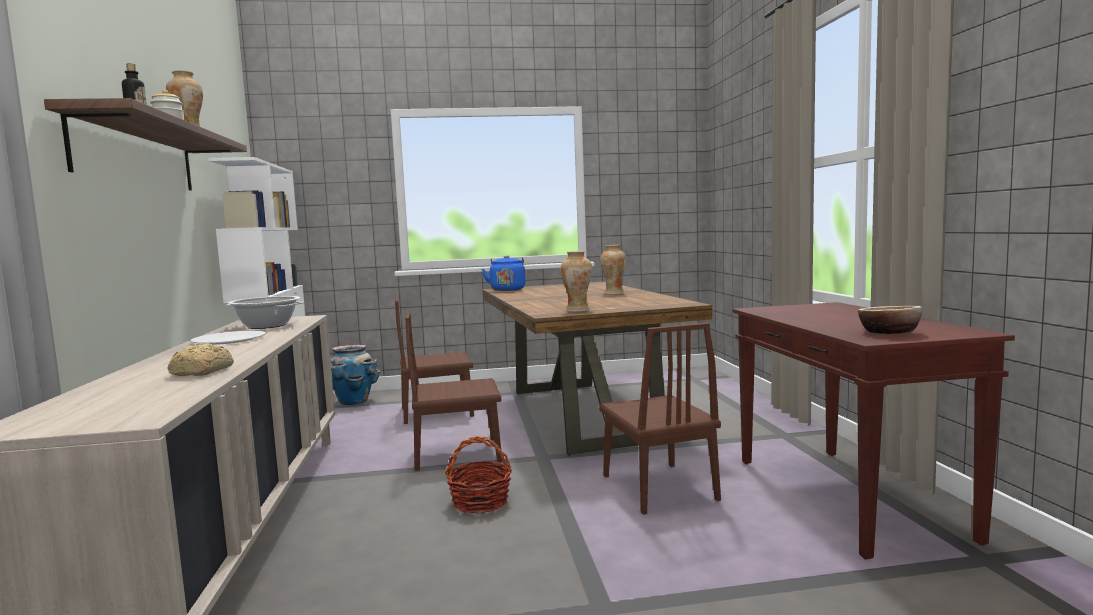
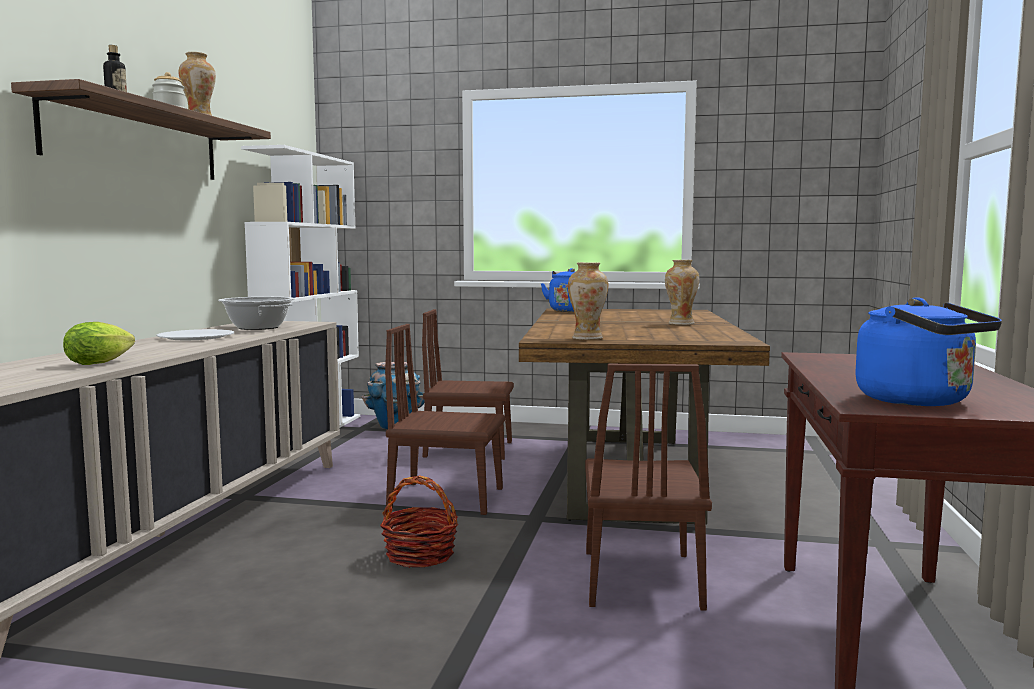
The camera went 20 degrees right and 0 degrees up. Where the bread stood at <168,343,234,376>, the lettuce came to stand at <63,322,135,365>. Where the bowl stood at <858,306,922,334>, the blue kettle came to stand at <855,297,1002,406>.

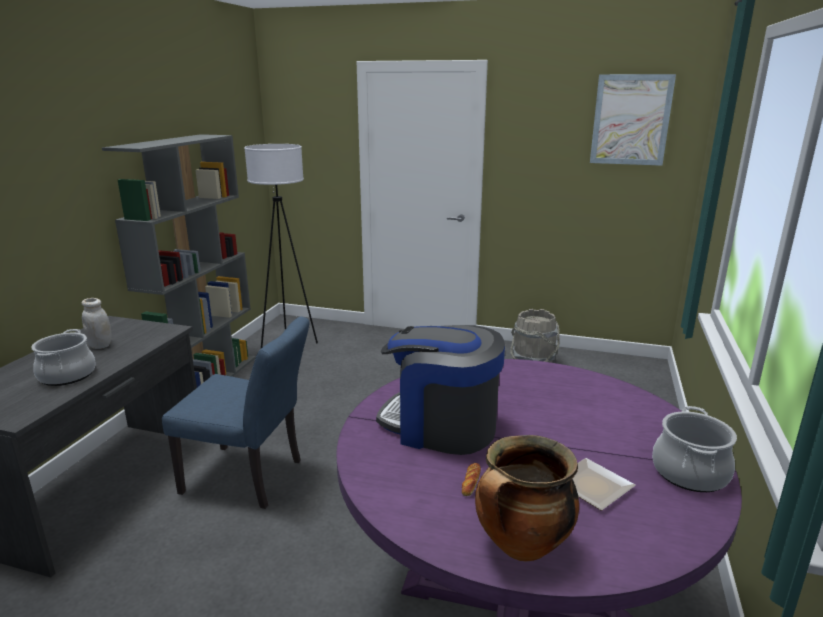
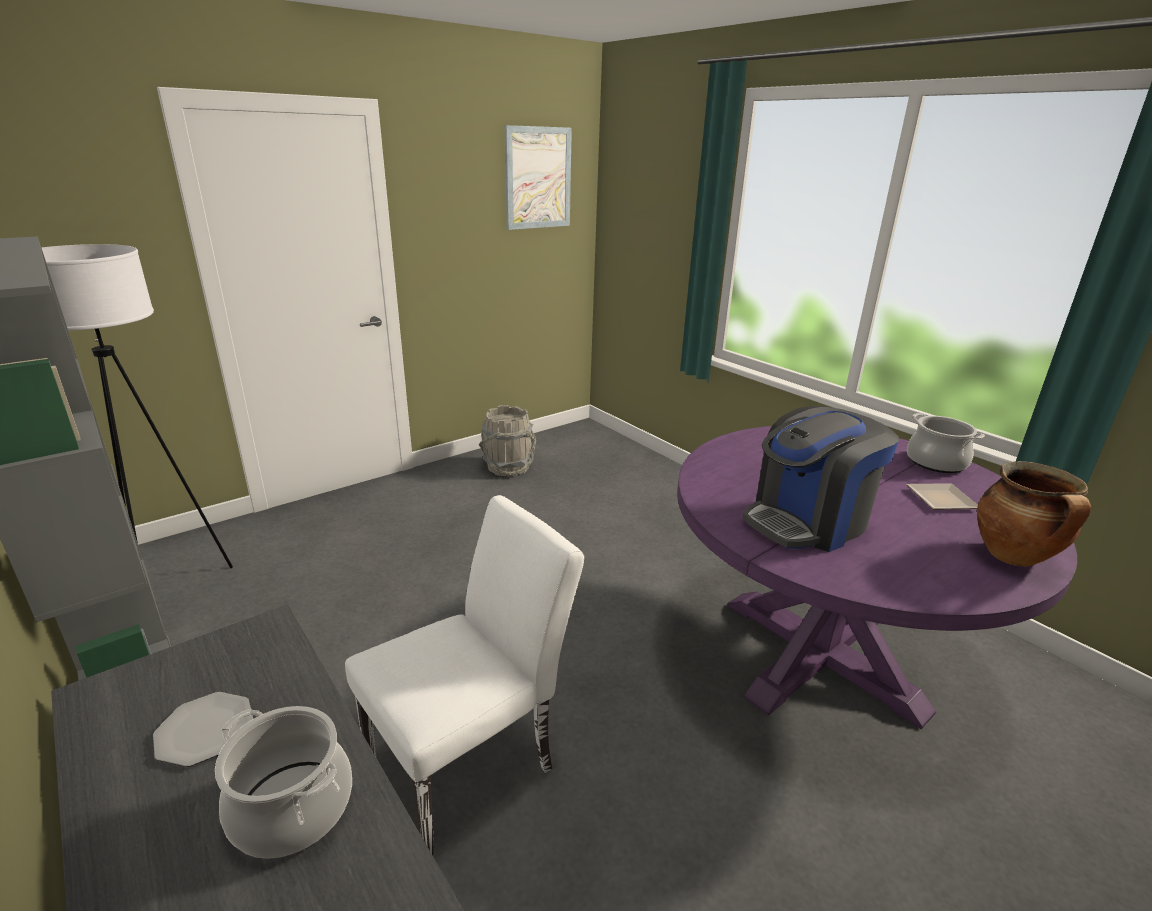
The camera went 55 degrees left and 5 degrees up. Where the white jar stood at <82,298,112,349>, the plate came to stand at <153,692,253,767>. What was the blue chair at <162,316,310,509> turned into the white chair at <345,495,584,856>. The second view lost the bread at <462,463,481,496>.

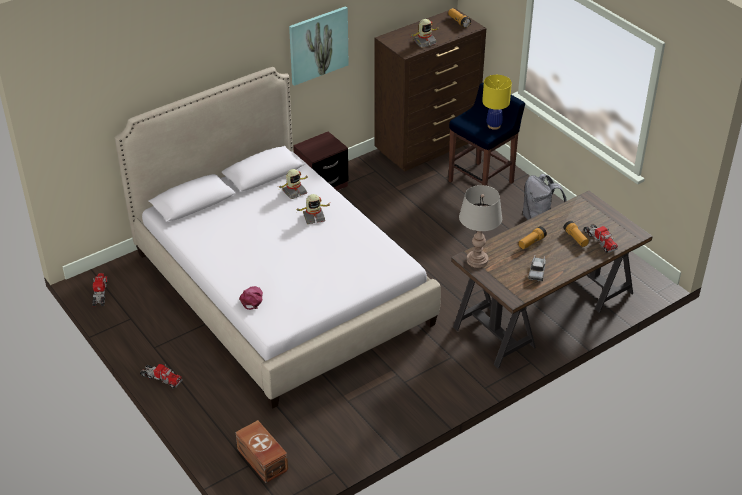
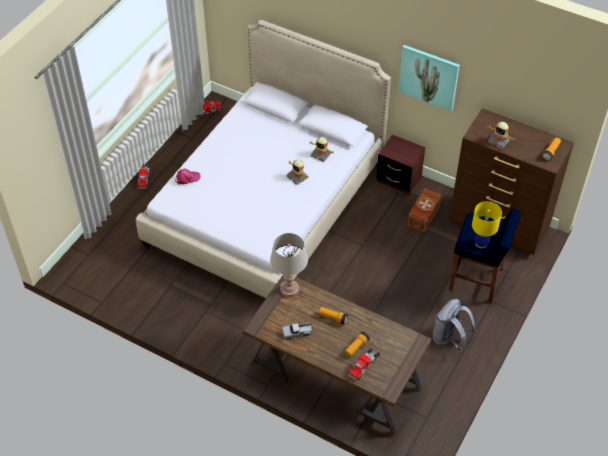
The camera went 65 degrees right and 10 degrees up. The brown storage box ended up elsewhere, having gone from <236,420,288,483> to <408,189,442,232>.

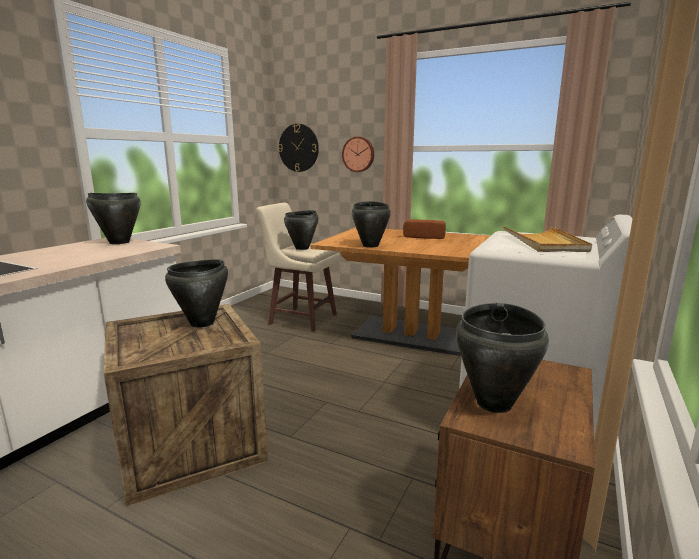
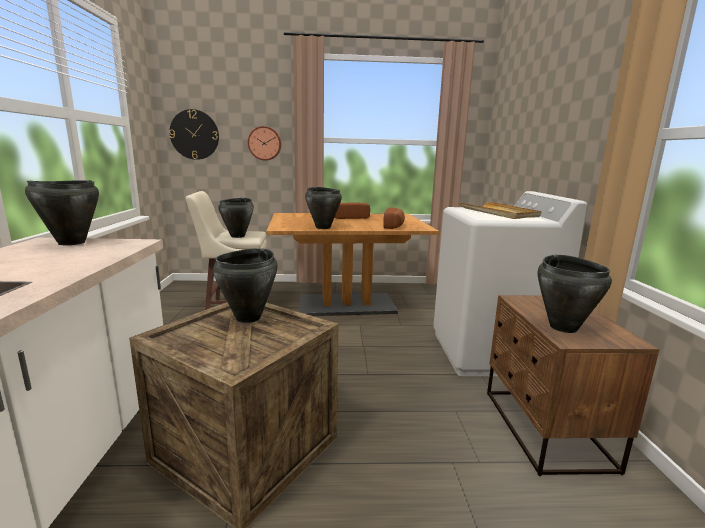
The camera went 30 degrees left and 0 degrees up. The second view gained the bread at <383,207,405,229>.

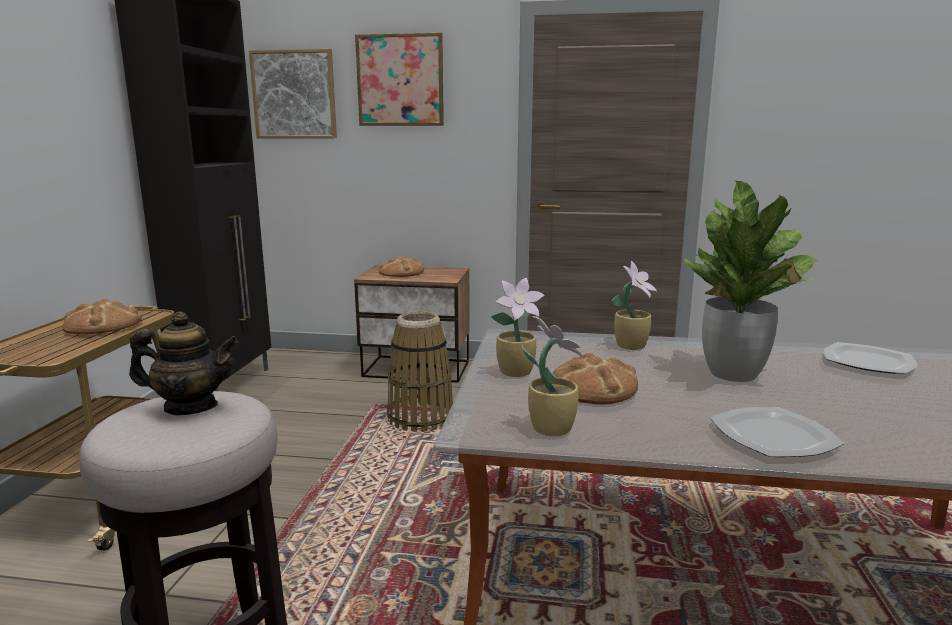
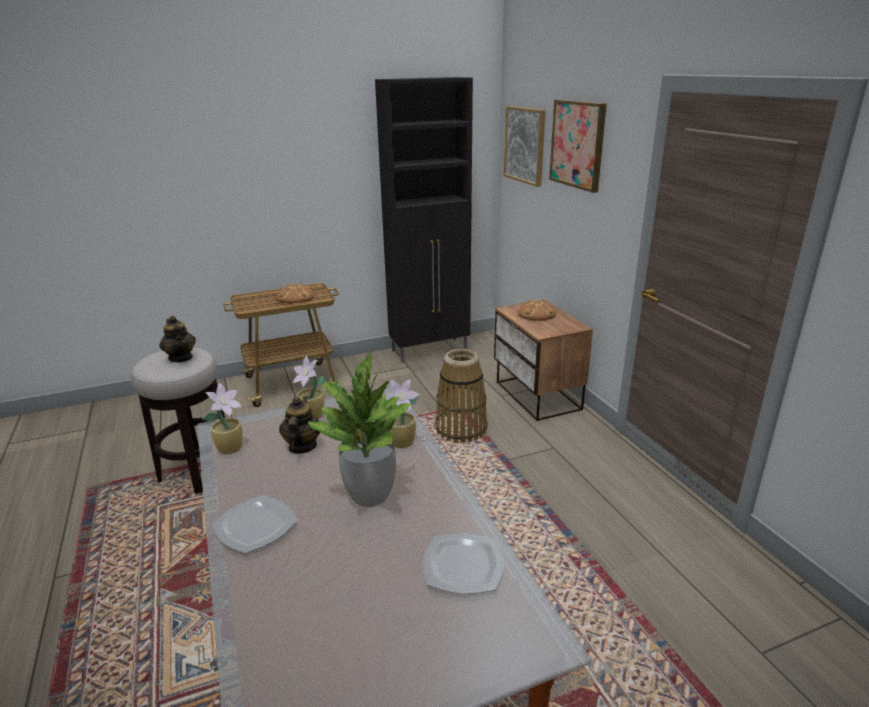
The camera went 60 degrees right and 10 degrees up. Where the bread stood at <553,353,638,404>, the teapot came to stand at <279,396,321,454>.

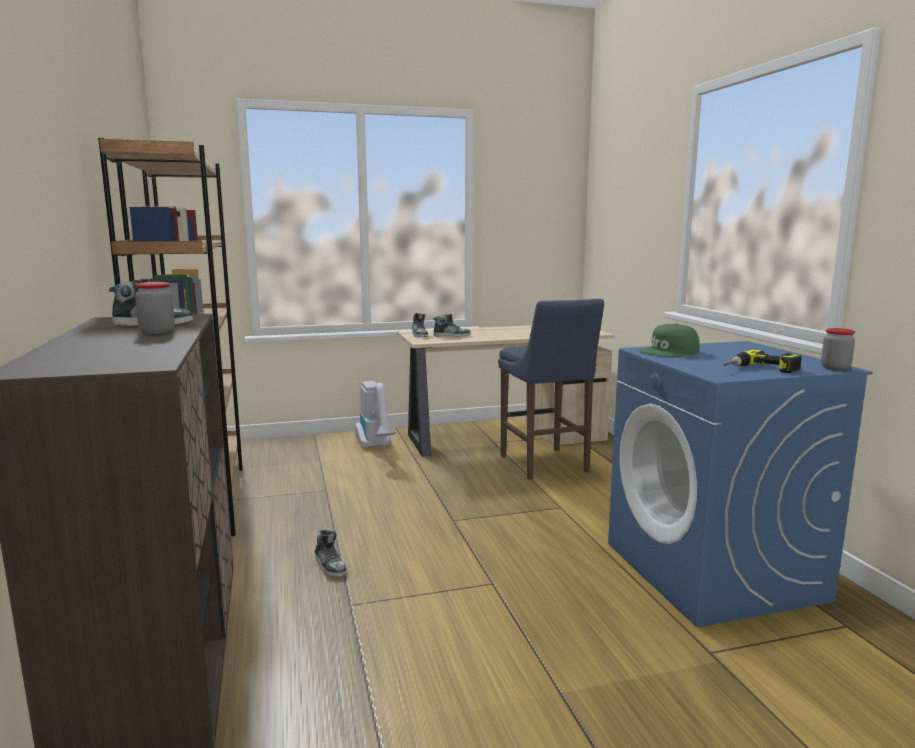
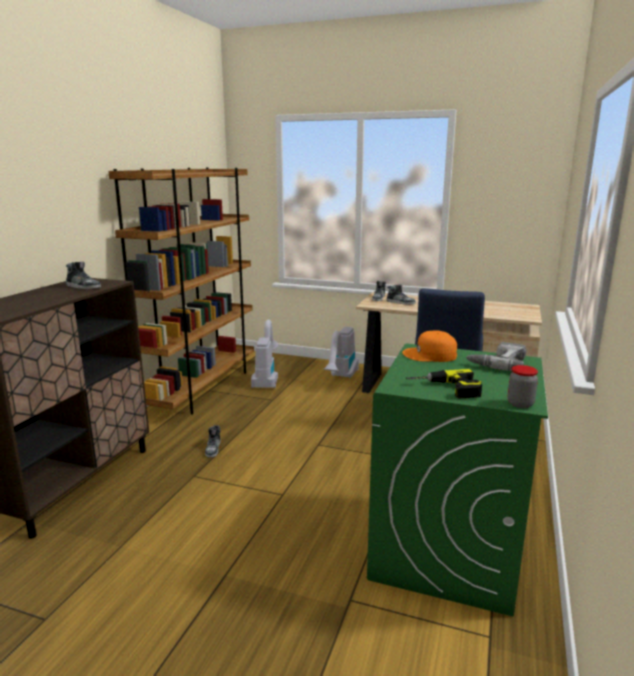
The camera went 35 degrees right and 5 degrees up. The second view lost the jar at <135,282,175,334>. What was the blue washing machine at <608,341,873,627> turned into the green washing machine at <367,343,548,617>. What was the green cap at <638,324,700,357> turned into the orange cap at <402,330,457,362>. The second view gained the vacuum cleaner at <251,320,278,388>. The second view gained the power drill at <466,342,526,371>.

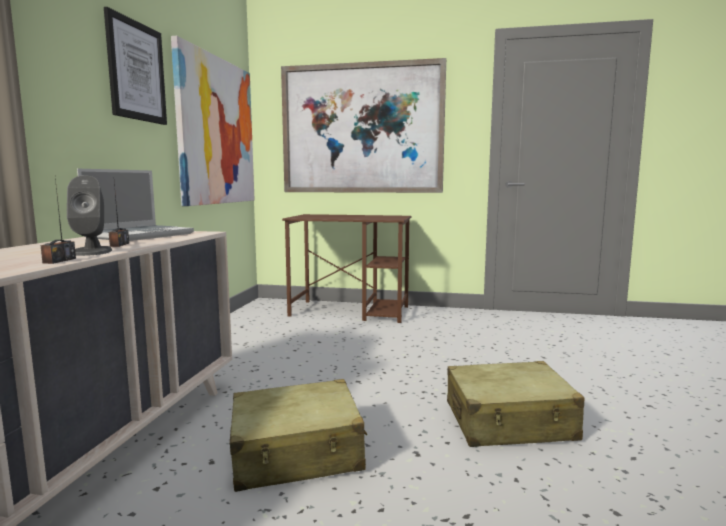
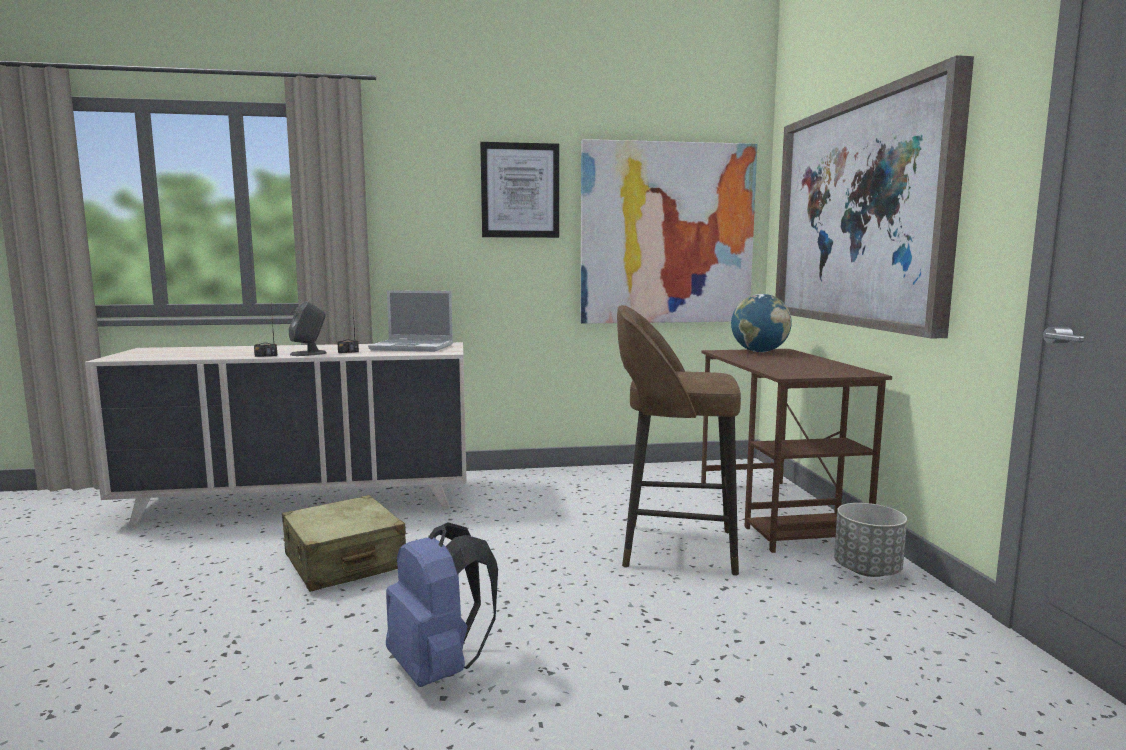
The camera went 70 degrees right and 0 degrees up. Where the beige suitcase stood at <447,361,585,447>, the blue backpack came to stand at <386,522,498,687>. The second view gained the brown stool at <617,305,741,576>. The second view gained the globe at <731,294,792,352>. The second view gained the grey planter at <834,503,907,577>.

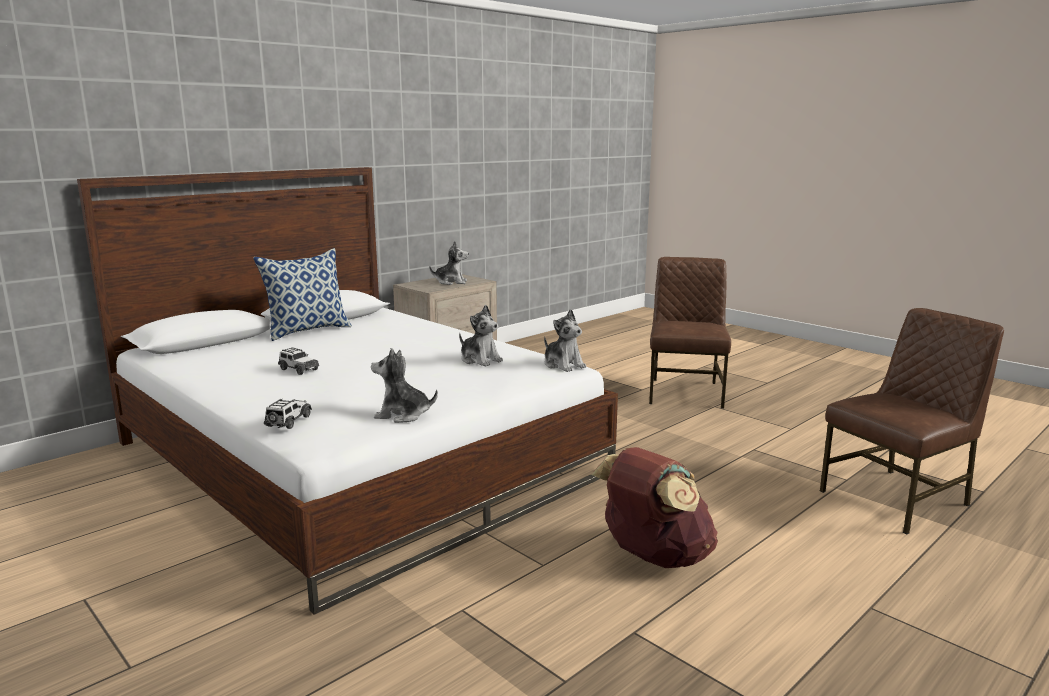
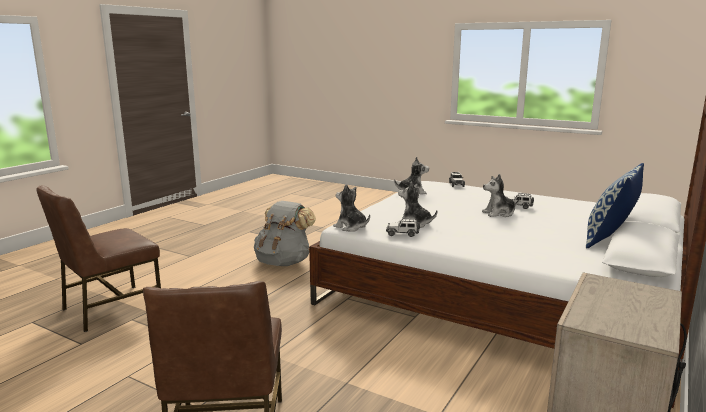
The camera went 165 degrees right and 0 degrees up. The plush toy ended up elsewhere, having gone from <429,241,469,285> to <482,174,520,217>. What was the brown backpack at <591,447,718,568> turned into the grey backpack at <254,201,316,266>. The second view gained the toy car at <386,218,420,237>.

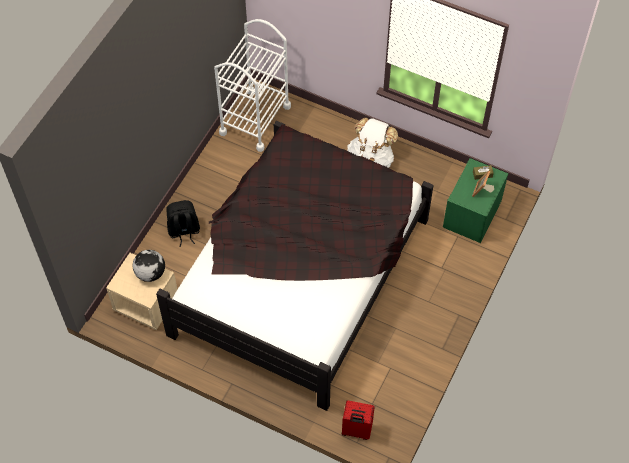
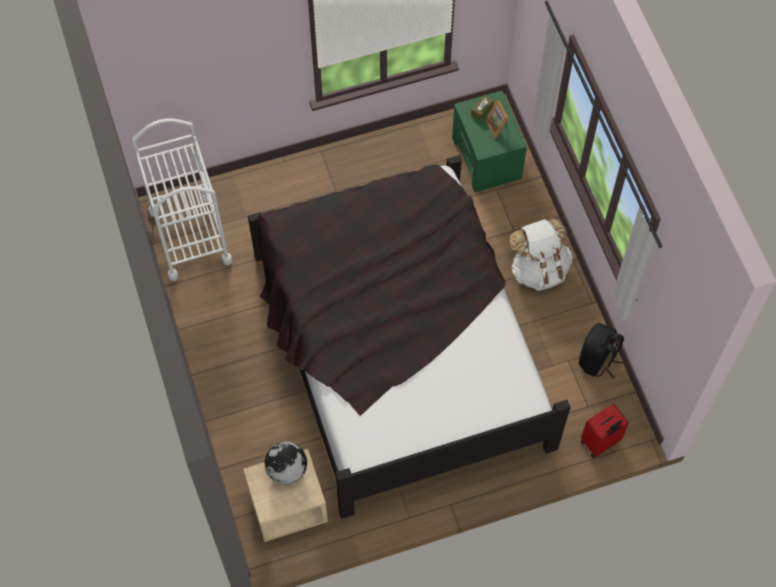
The camera went 45 degrees left and 5 degrees up. The black backpack ended up elsewhere, having gone from <166,200,200,247> to <579,323,624,378>. The white backpack ended up elsewhere, having gone from <347,118,398,168> to <509,218,573,291>.

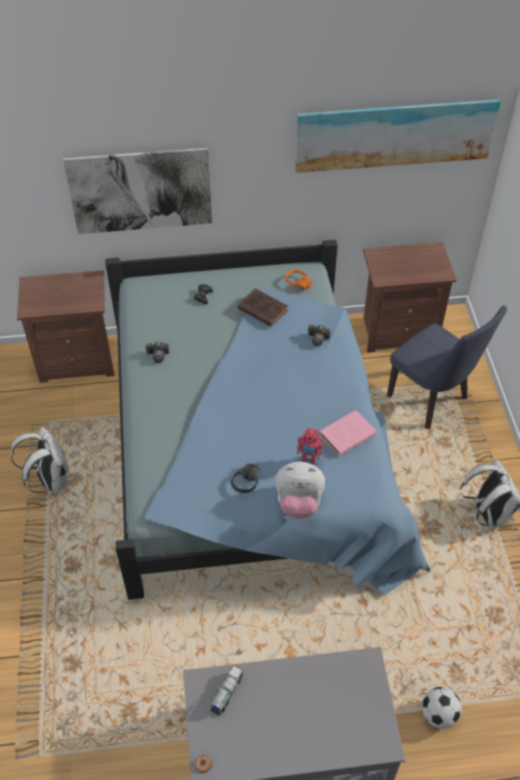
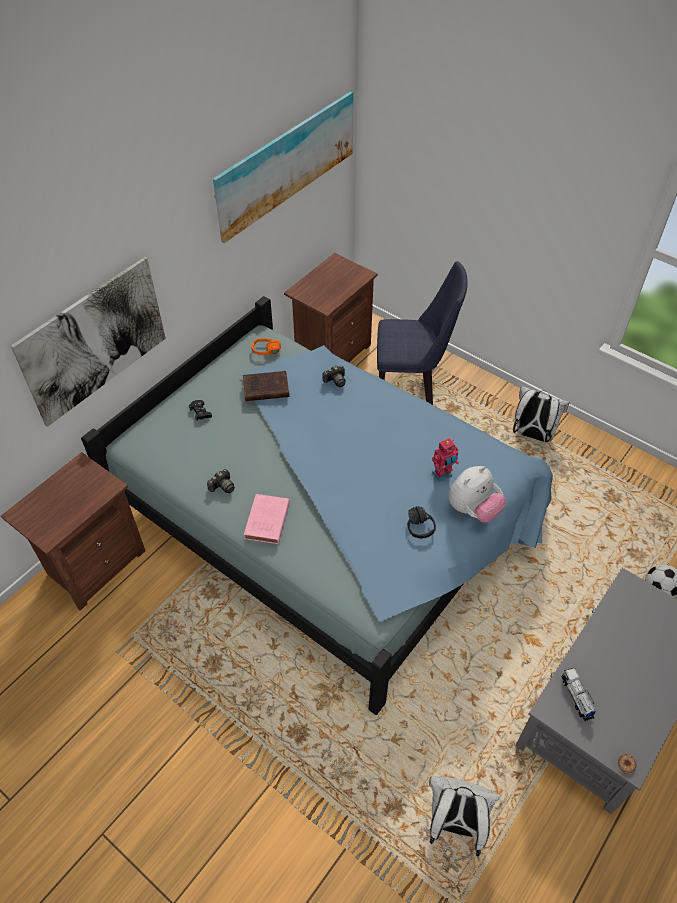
The camera went 45 degrees left and 0 degrees up. The white backpack ended up elsewhere, having gone from <11,427,69,494> to <429,776,501,856>. The pink book ended up elsewhere, having gone from <320,410,376,456> to <244,494,290,544>.

